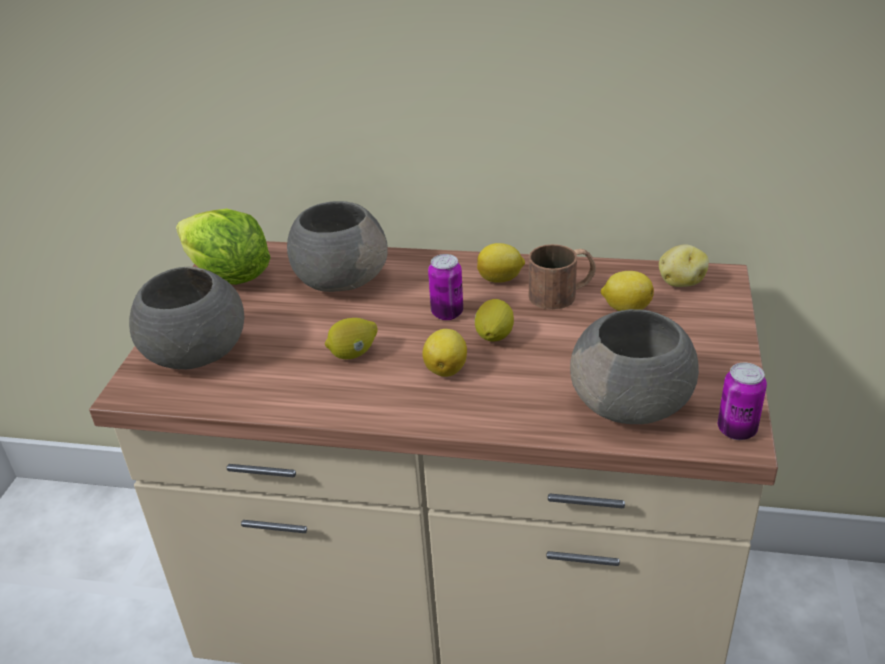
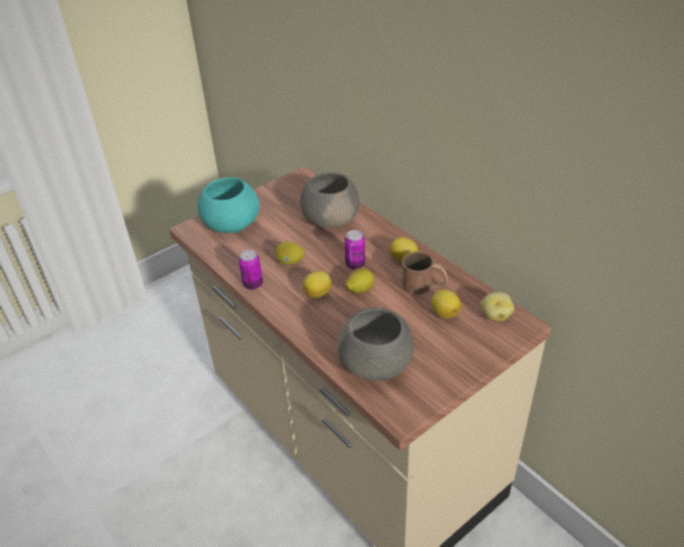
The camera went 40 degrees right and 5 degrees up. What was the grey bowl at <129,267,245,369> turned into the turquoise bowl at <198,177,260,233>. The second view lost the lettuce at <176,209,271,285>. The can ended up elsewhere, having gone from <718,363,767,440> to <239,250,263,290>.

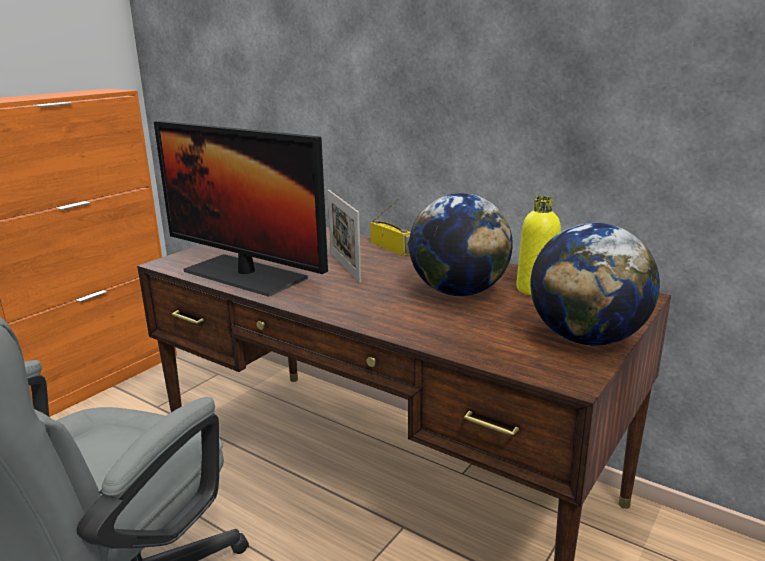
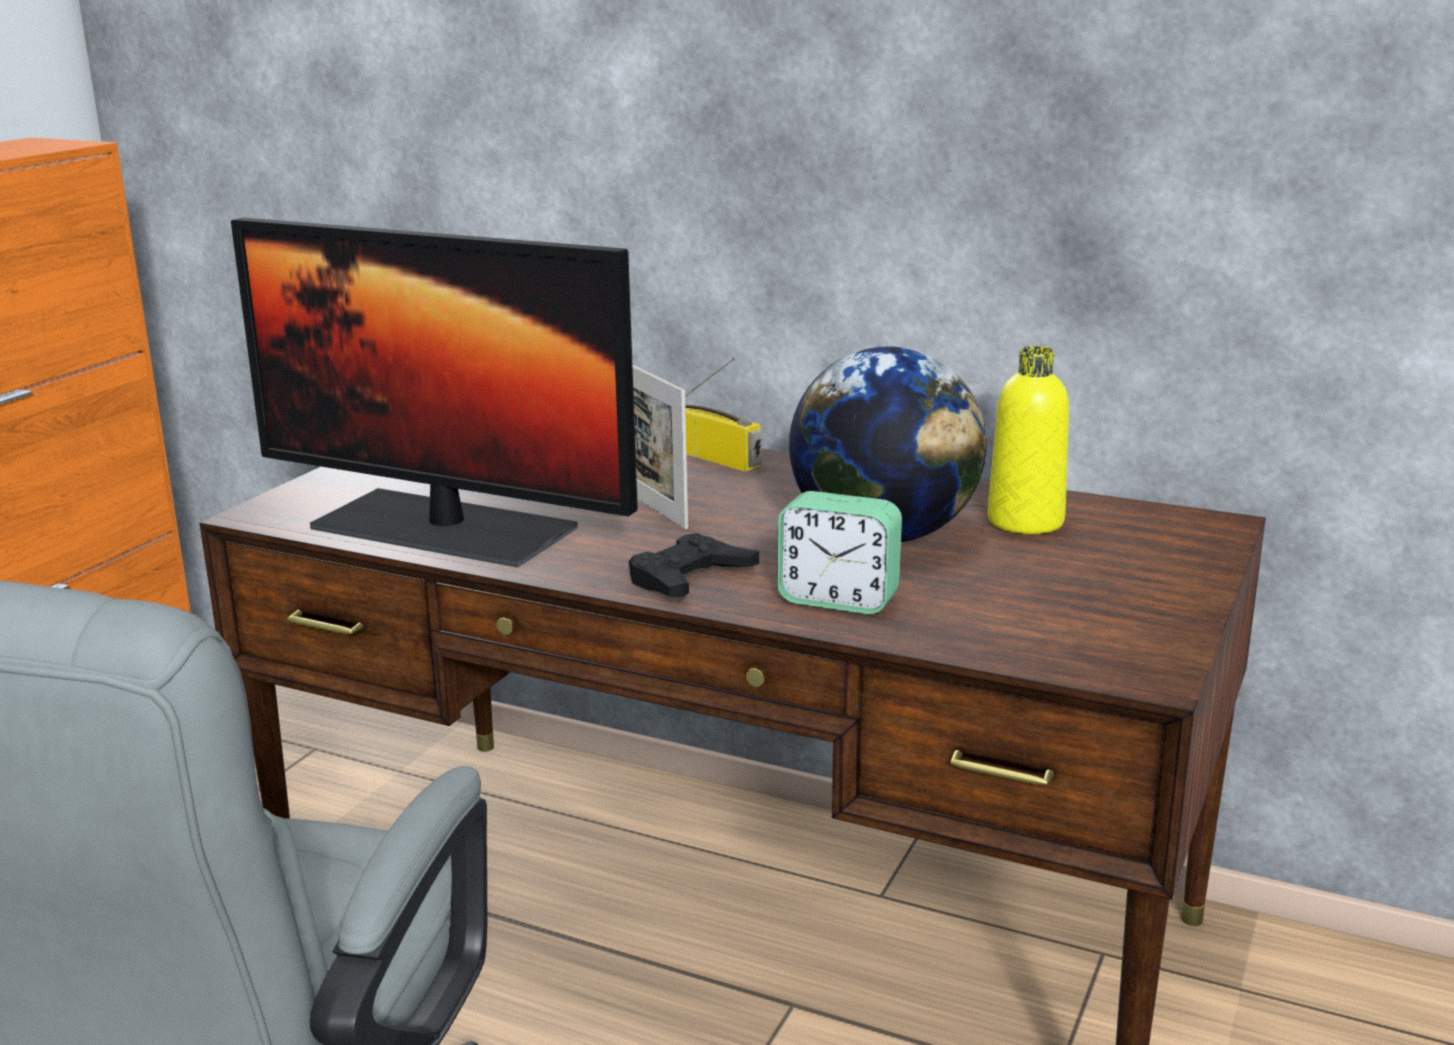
The camera went 10 degrees left and 0 degrees up. The second view lost the globe at <530,223,660,346>. The second view gained the black game controller at <629,533,759,597>. The second view gained the alarm clock at <777,491,902,614>.

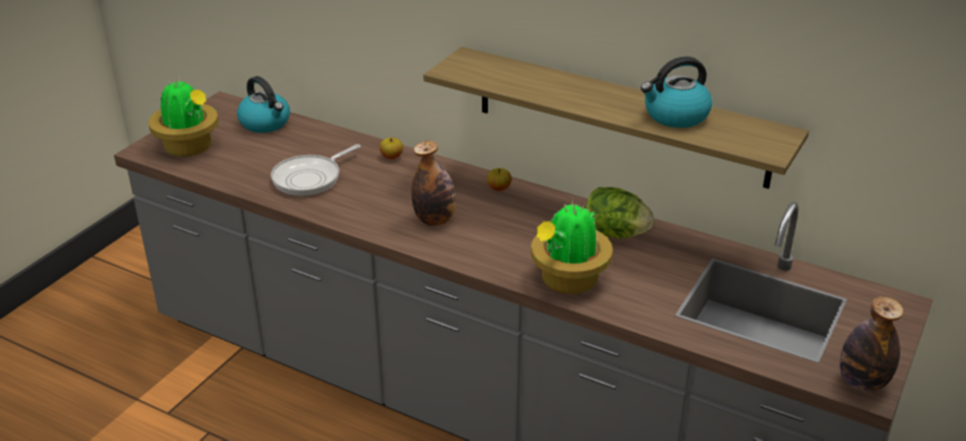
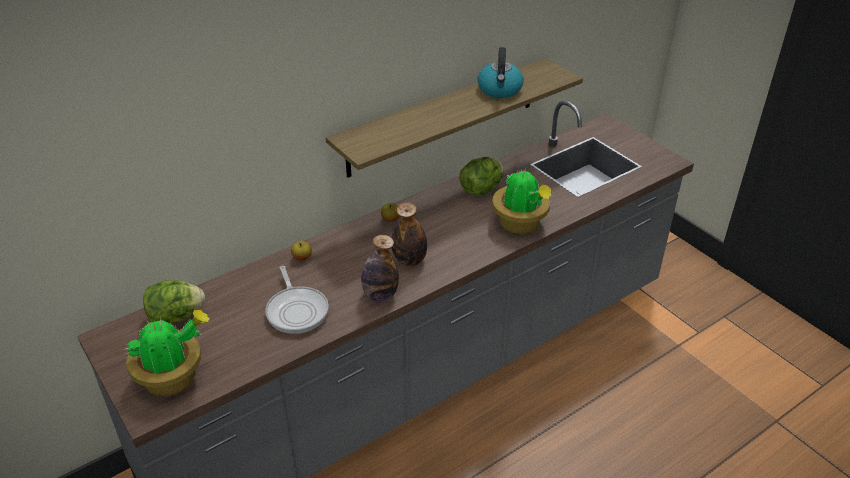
The camera went 65 degrees left and 5 degrees up. Where the kettle stood at <237,76,290,133>, the lettuce came to stand at <143,280,205,324>. The bottle ended up elsewhere, having gone from <840,296,904,392> to <361,235,399,302>.

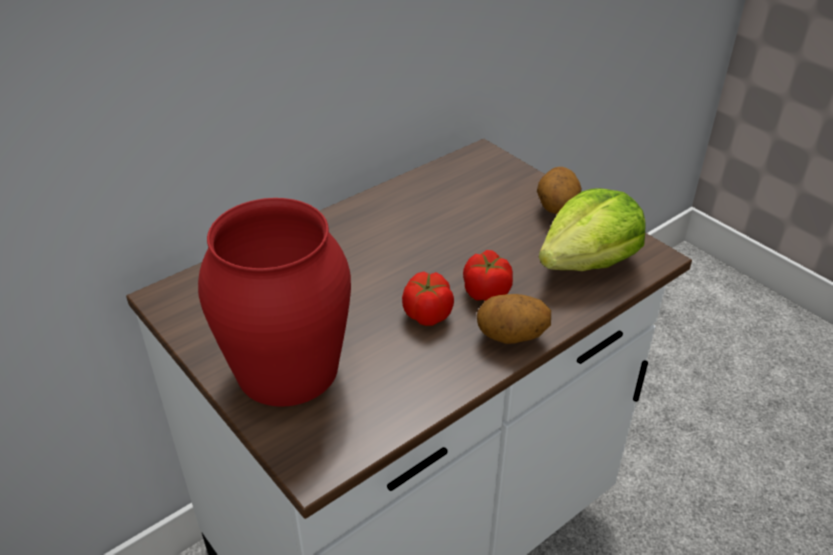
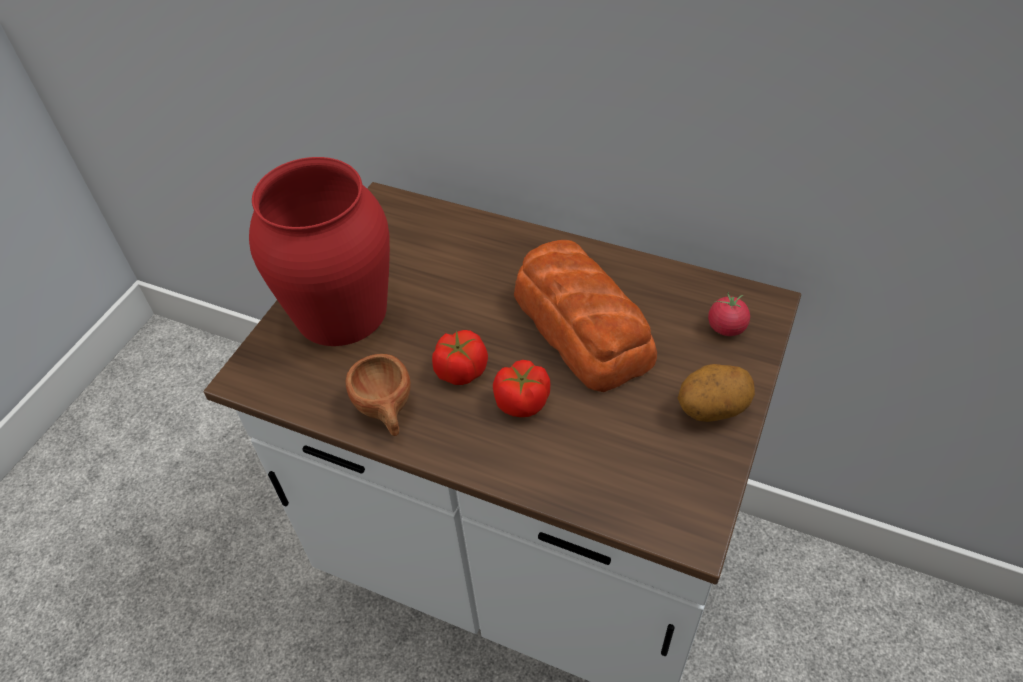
The camera went 65 degrees right and 10 degrees up. The second view lost the potato at <477,294,551,344>. The second view lost the lettuce at <539,188,646,271>. The second view gained the brown cup at <345,354,411,436>. The second view gained the bread at <514,240,657,392>. The second view gained the tomato at <708,292,750,336>.

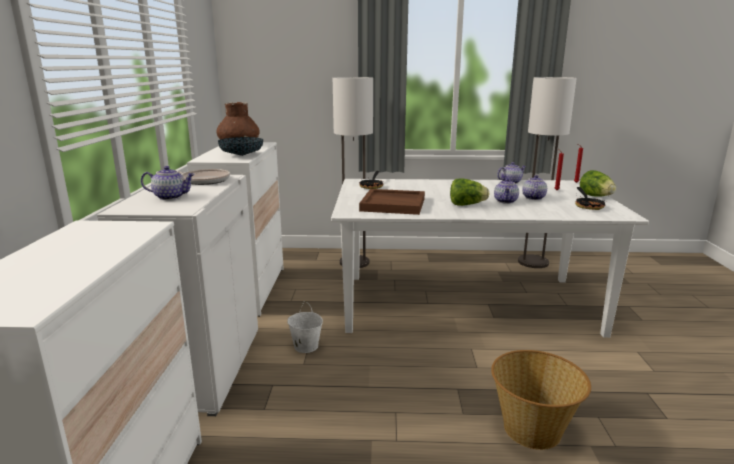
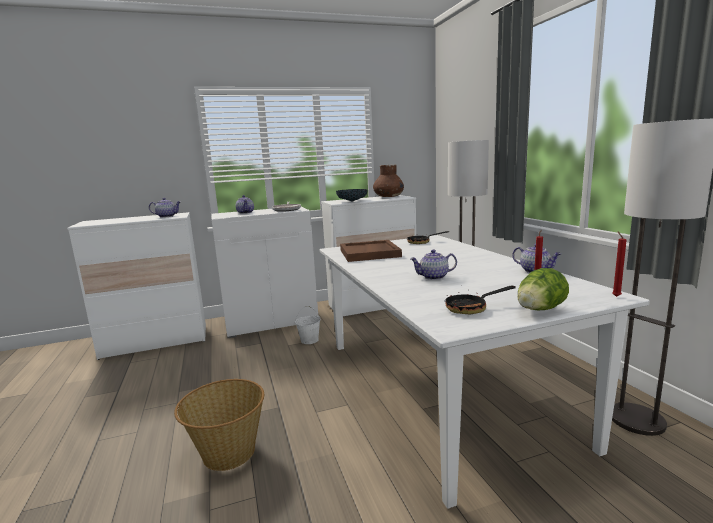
The camera went 70 degrees right and 5 degrees down. The second view lost the lettuce at <450,179,489,206>. The teapot ended up elsewhere, having gone from <522,175,547,200> to <149,198,180,218>.

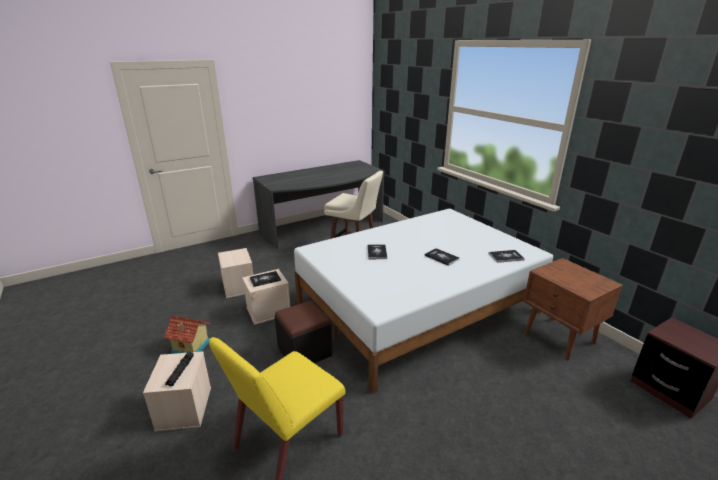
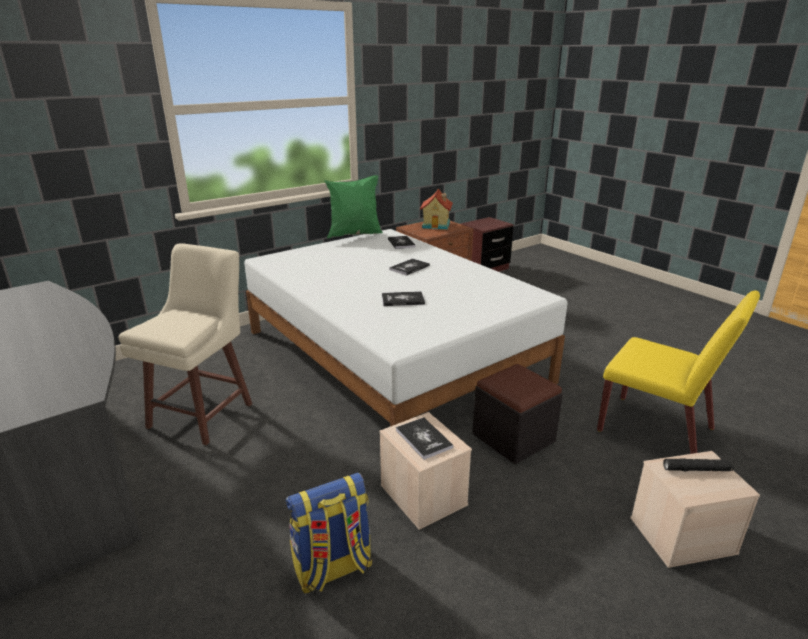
The camera went 95 degrees left and 0 degrees up. The toy house ended up elsewhere, having gone from <164,316,210,354> to <420,188,453,230>. Where the beige storage box stood at <218,248,253,298>, the backpack came to stand at <286,473,372,594>. The second view gained the green pillow at <324,175,383,238>.

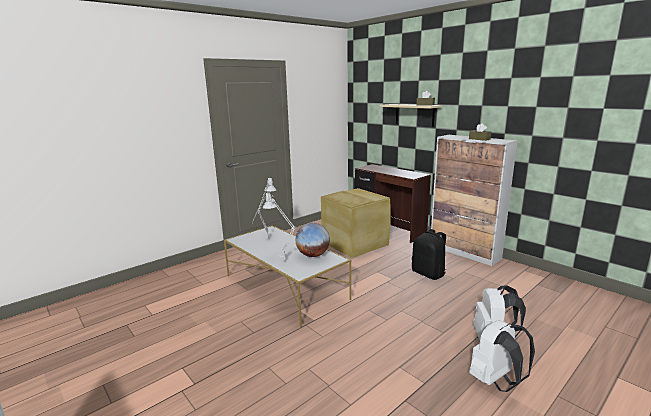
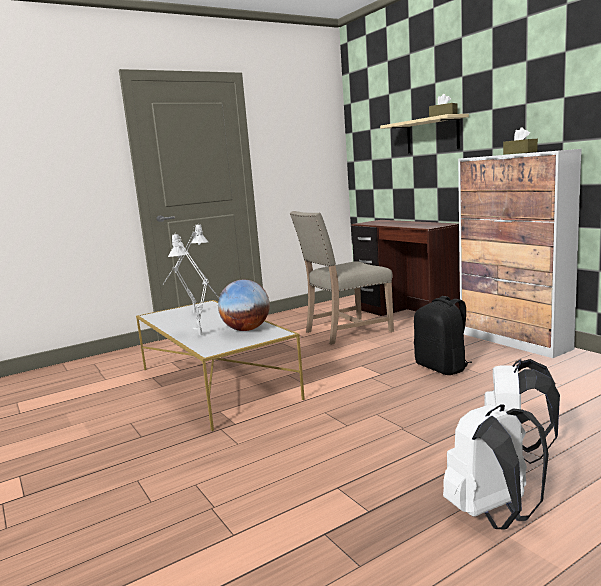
The camera went 10 degrees right and 5 degrees down. Where the beige storage box stood at <321,188,390,258>, the beige chair came to stand at <290,211,394,345>.

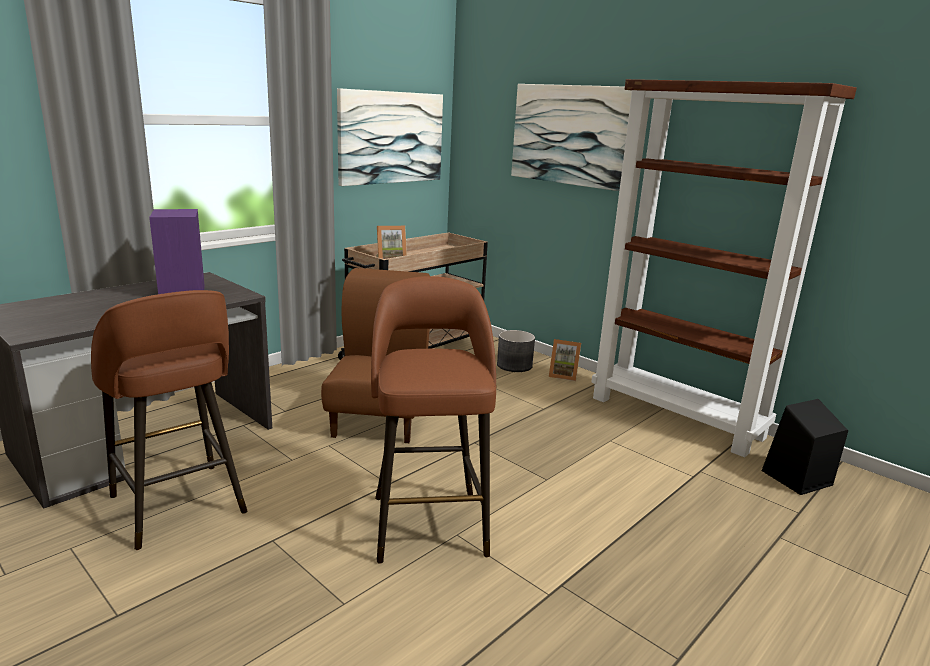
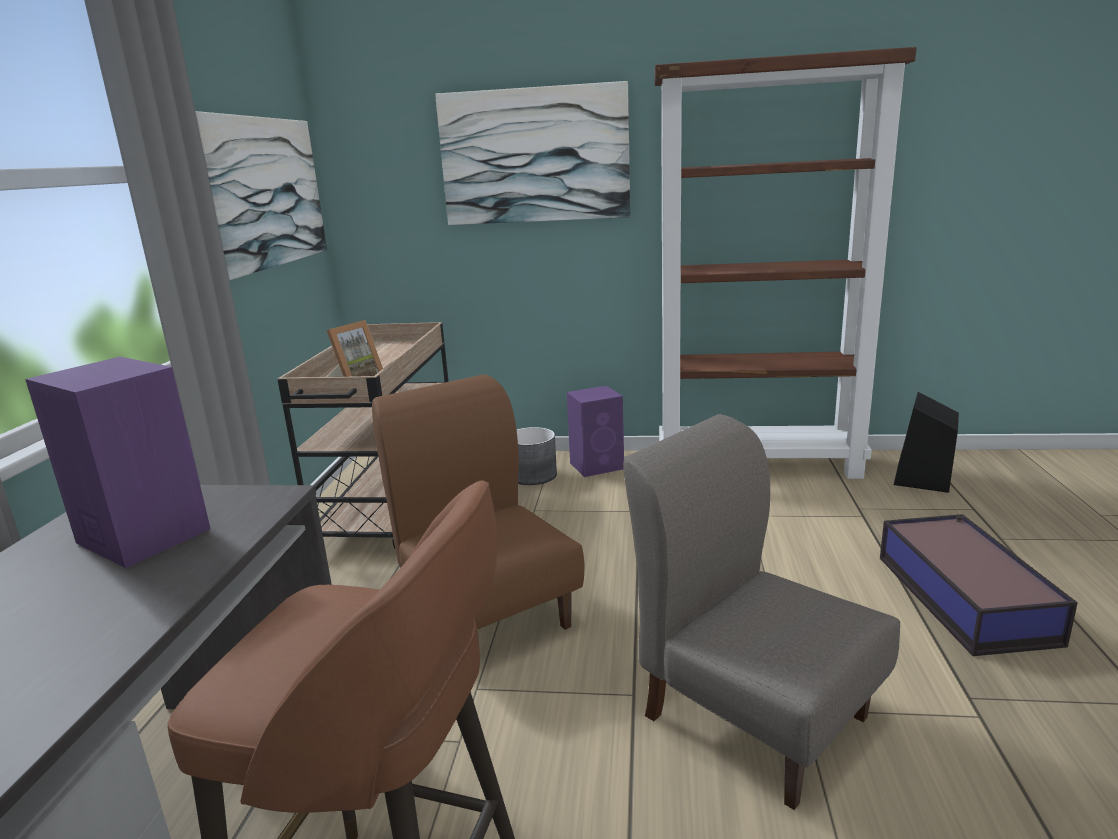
The camera went 35 degrees left and 0 degrees up. Where the brown stool stood at <371,276,496,564>, the grey chair came to stand at <623,414,900,810>. Where the picture frame stood at <549,339,581,381>, the purple speaker came to stand at <567,386,624,477>. The second view gained the storage box at <880,514,1078,656>.

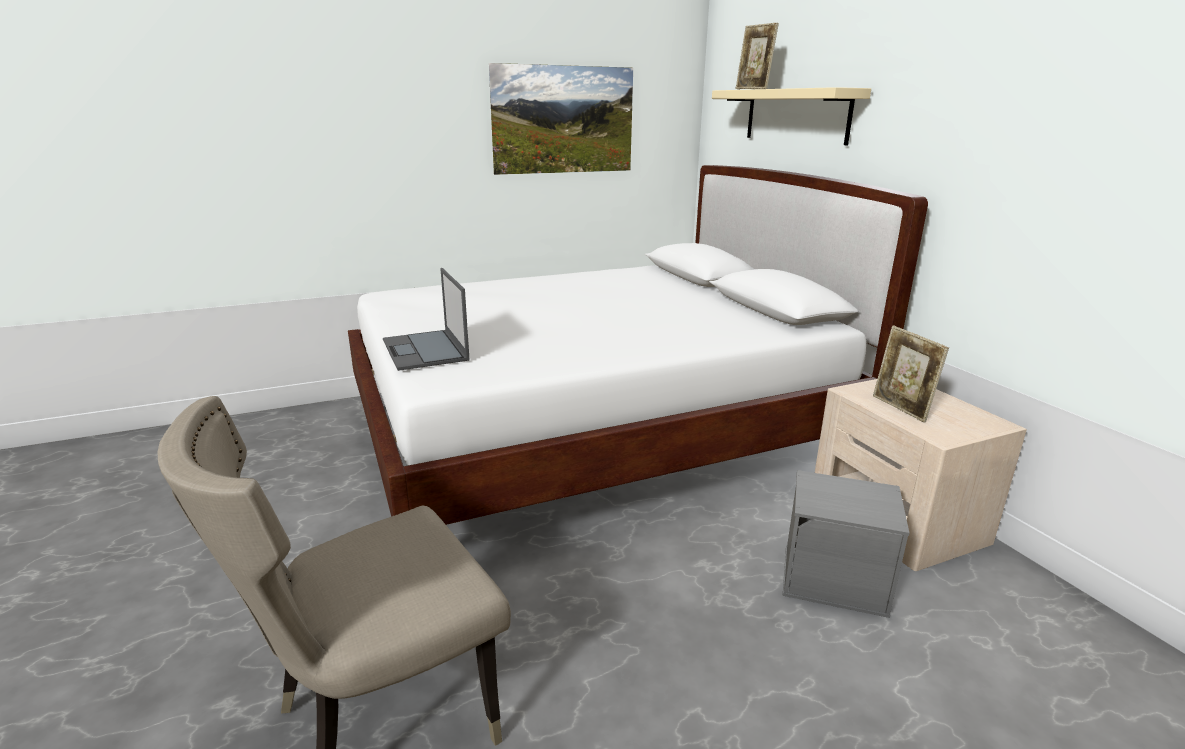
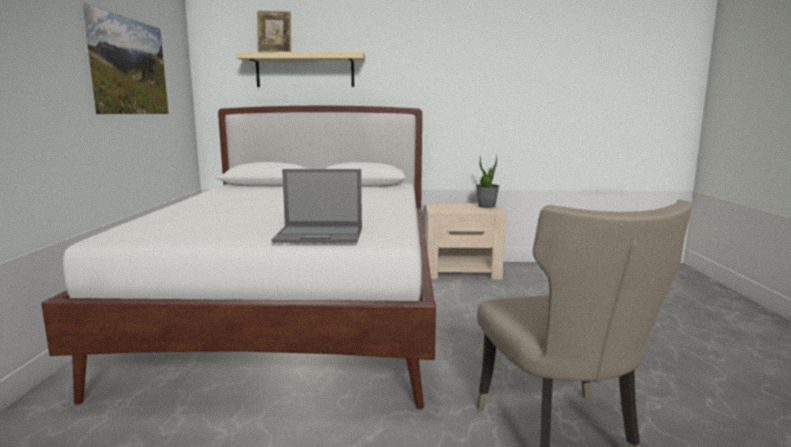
The camera went 65 degrees left and 10 degrees down. The second view lost the grey storage box at <783,470,909,618>. The second view lost the picture frame at <873,325,949,423>. The second view gained the potted plant at <476,155,499,208>.

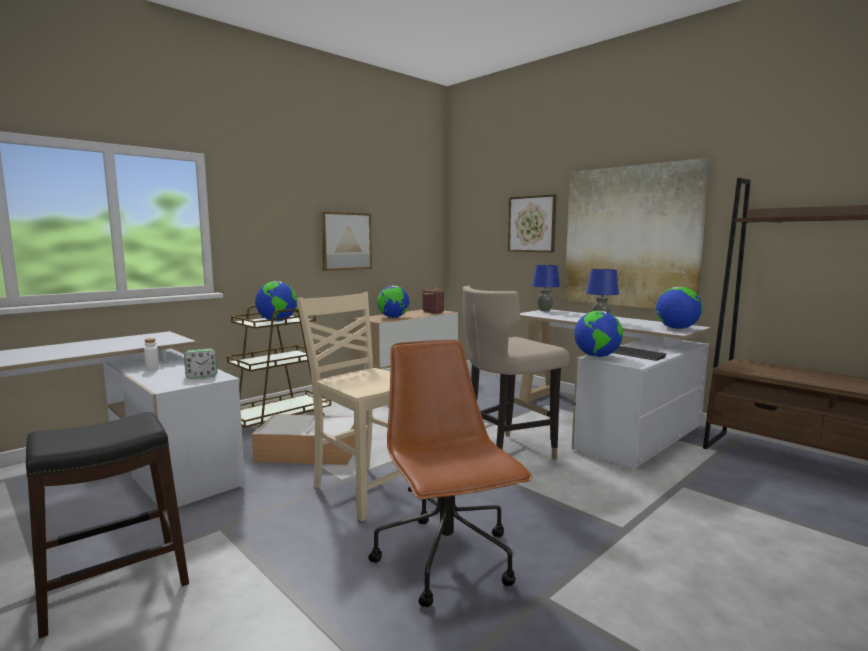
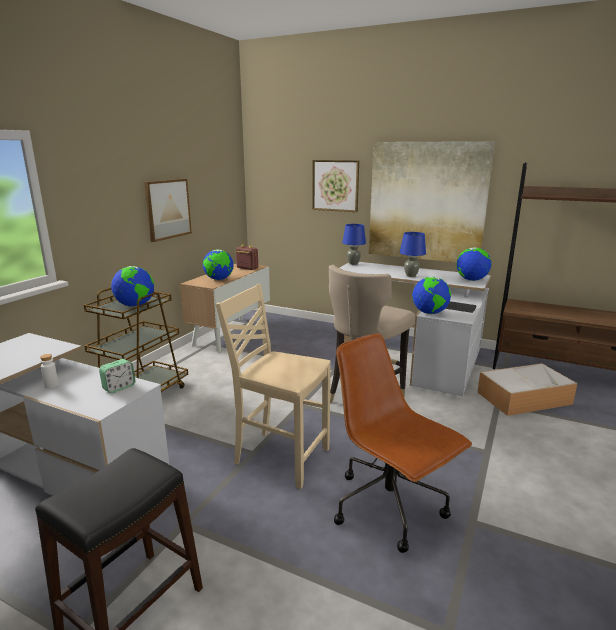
The camera went 20 degrees left and 10 degrees up. The storage box ended up elsewhere, having gone from <252,414,355,465> to <477,363,577,416>.

